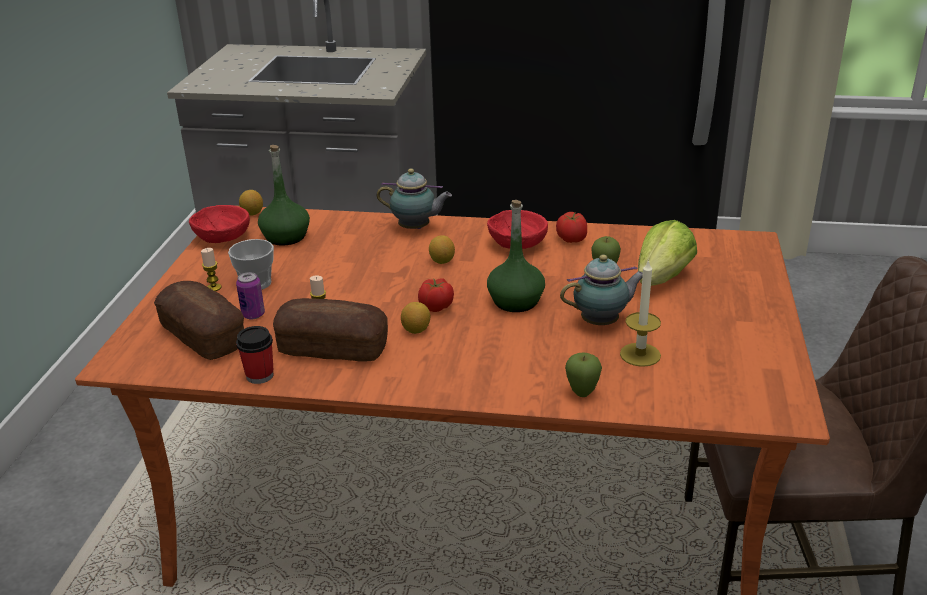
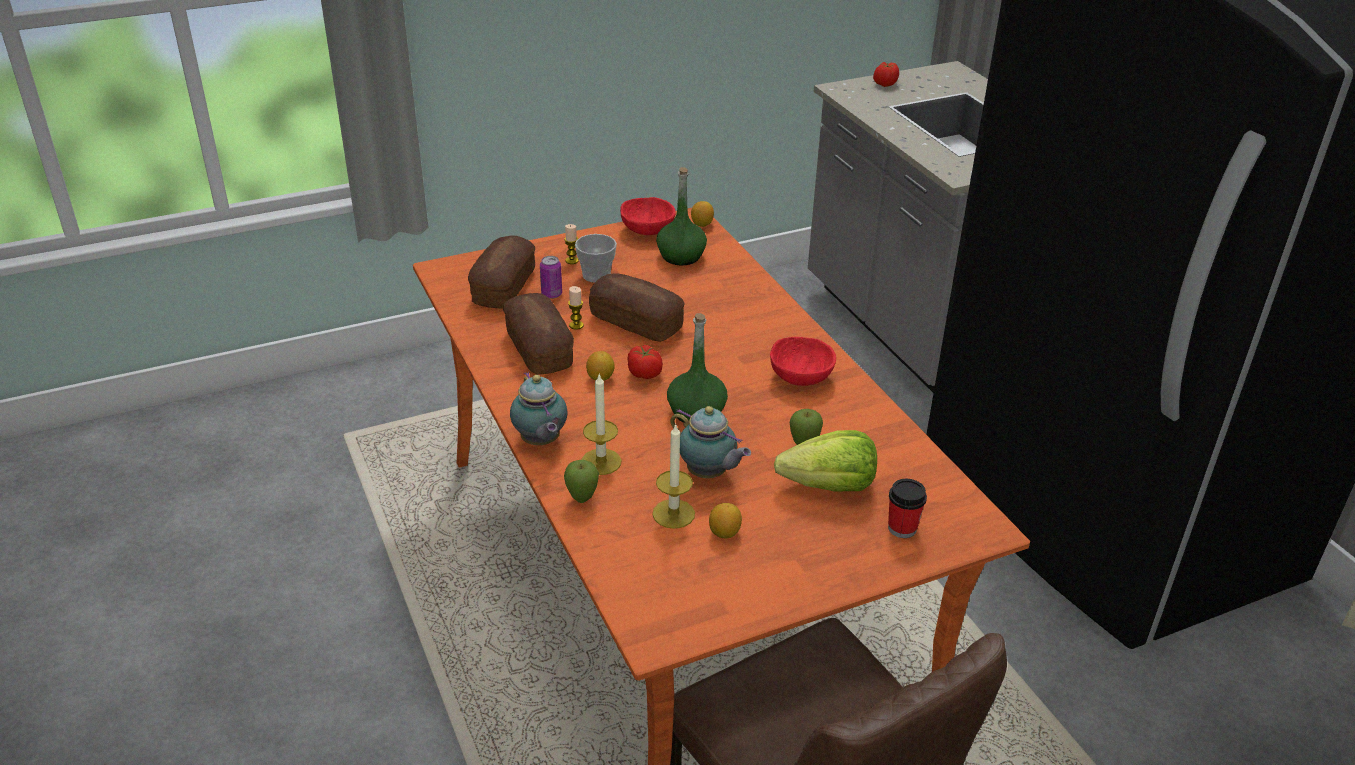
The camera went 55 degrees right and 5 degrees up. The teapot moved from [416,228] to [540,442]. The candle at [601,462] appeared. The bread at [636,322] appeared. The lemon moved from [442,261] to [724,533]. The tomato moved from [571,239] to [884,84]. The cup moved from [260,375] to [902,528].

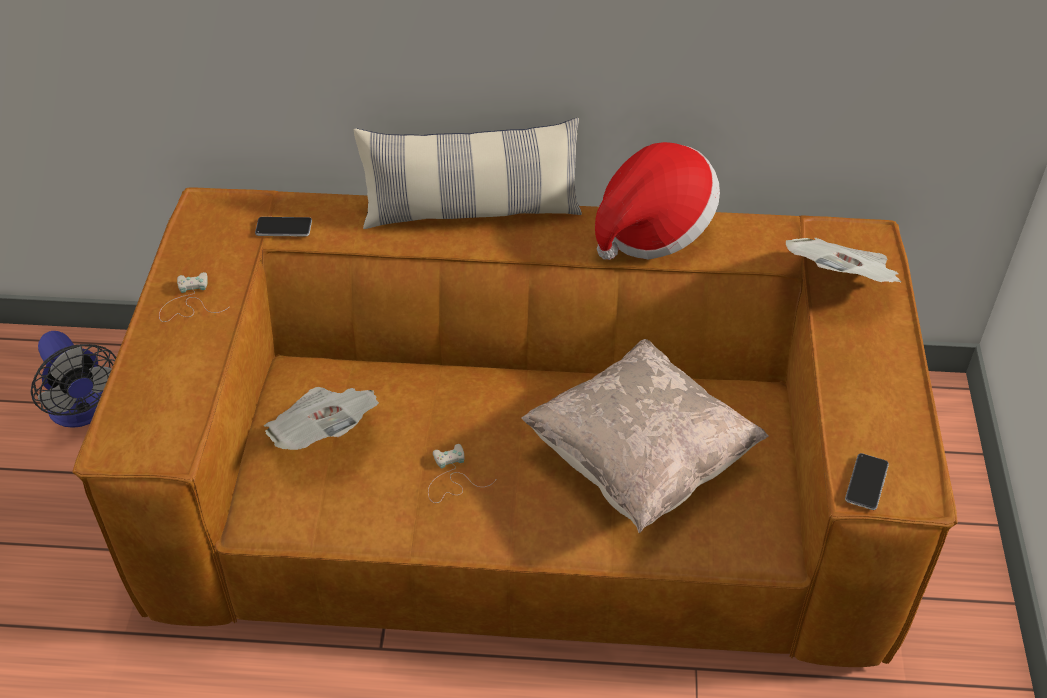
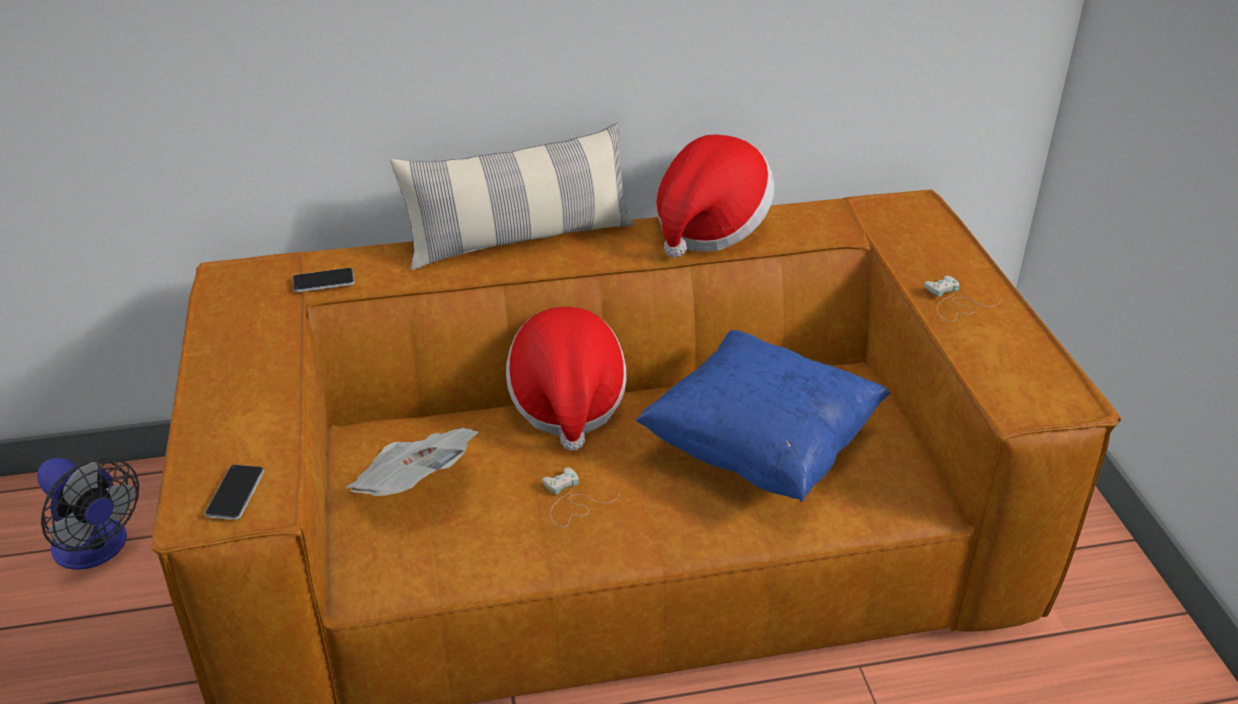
The camera went 15 degrees left and 10 degrees down. The phone moved from [866,482] to [235,493]. The hat at [567,403] appeared. The beige pillow at [640,460] became the blue pillow at [760,449]. The white game controller moved from [188,302] to [953,303]. The newspaper at [841,282] disappeared.

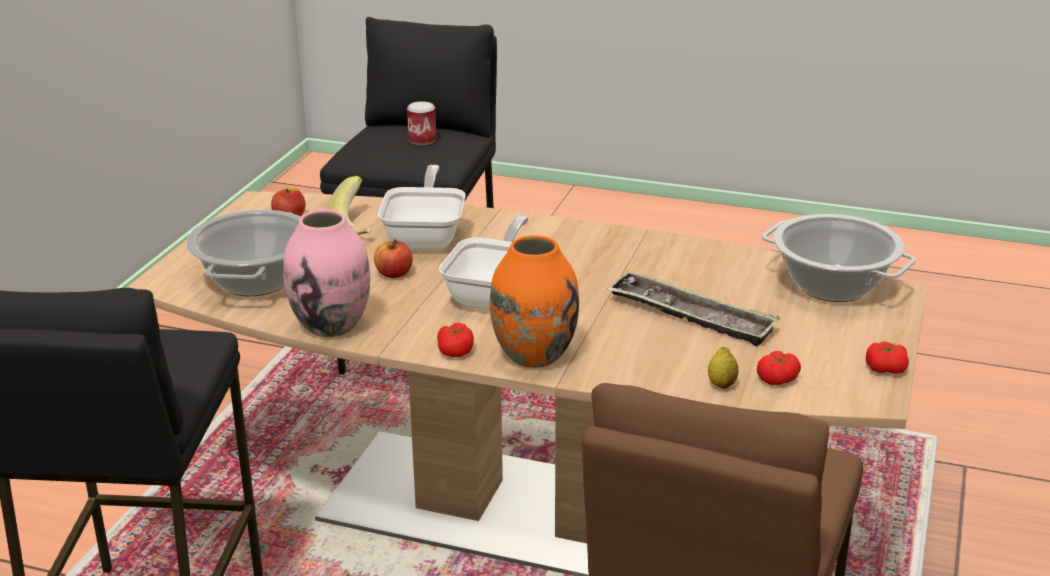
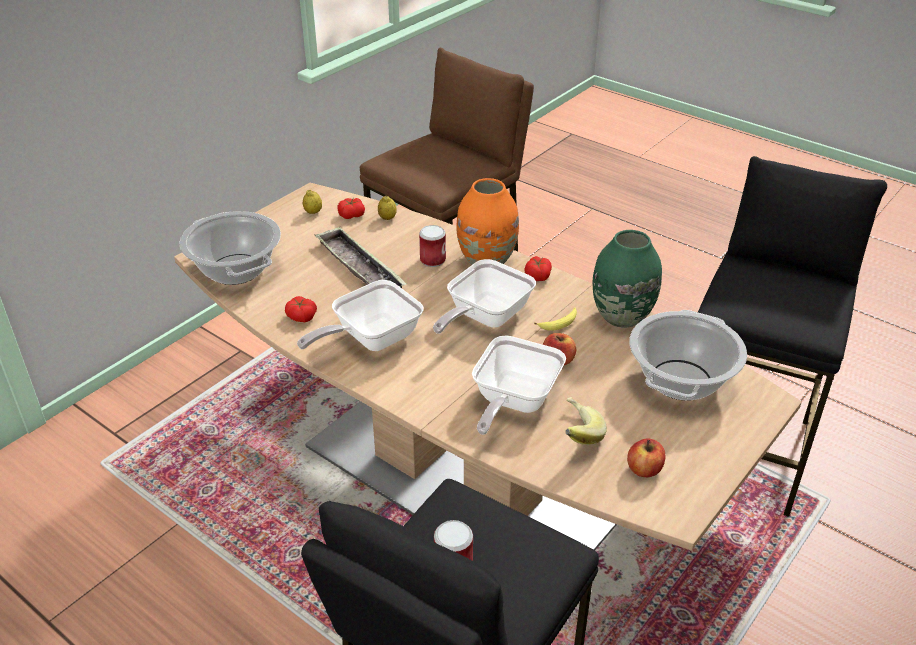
The camera went 160 degrees left and 10 degrees up. The tomato moved from [885,368] to [301,316]. The frying pan at [370,340] appeared. The lemon at [313,212] appeared. The can at [433,260] appeared. The banana at [559,323] appeared. The pink vase at [332,325] became the green vase at [621,317].

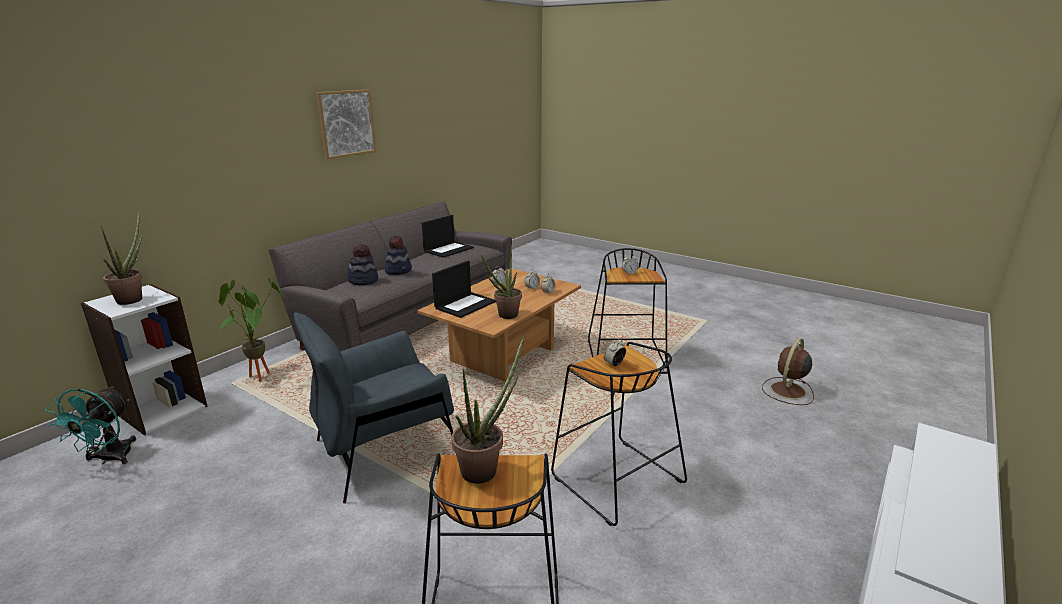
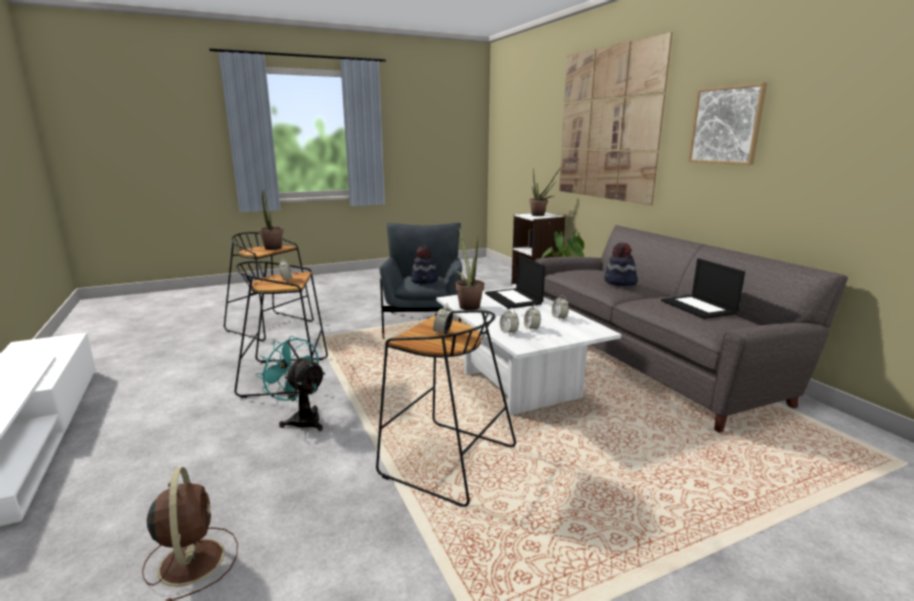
The camera went 120 degrees right and 5 degrees down. The turquoise fan moved from [109,459] to [301,419]. The hat moved from [363,280] to [425,281]. The brown coffee table at [504,357] became the white coffee table at [516,385]. The picture at [607,124] appeared.

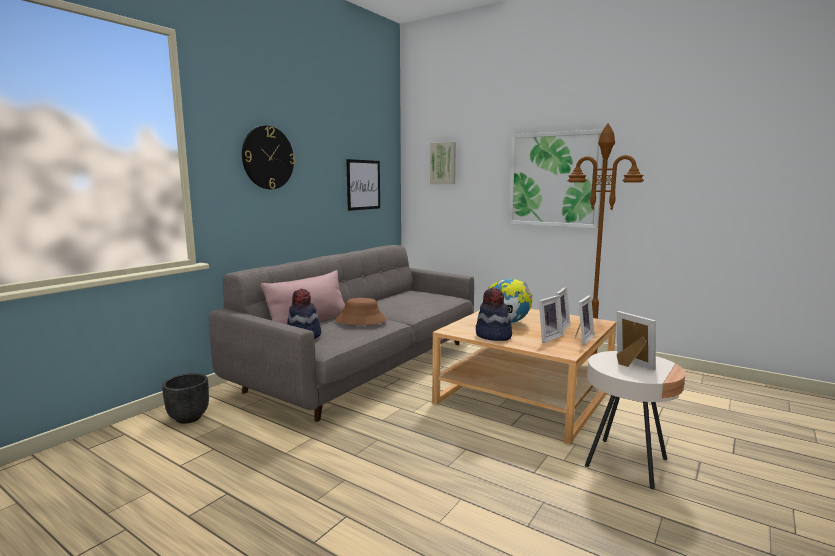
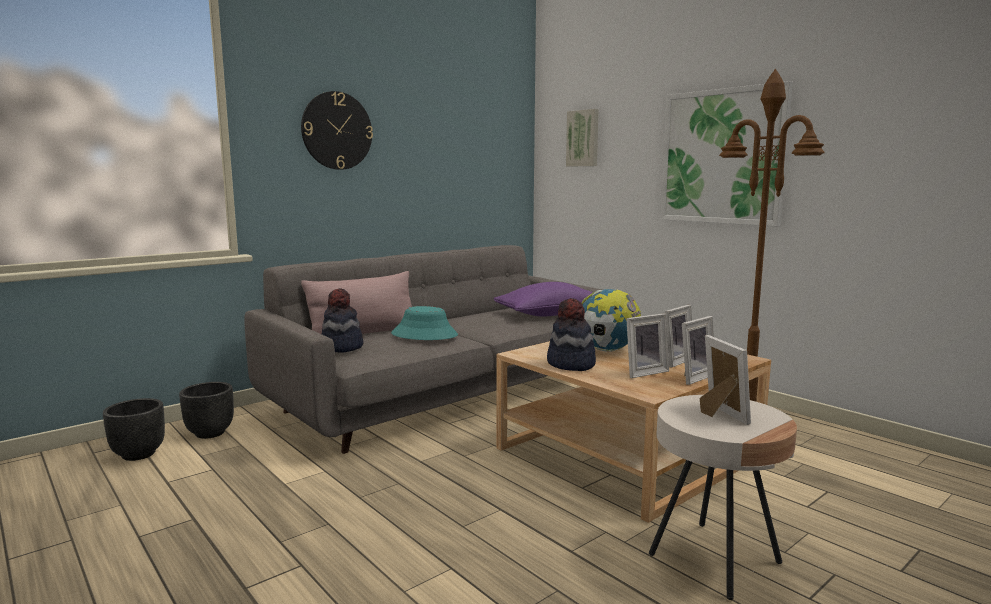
The camera went 15 degrees right and 0 degrees up. The black planter at [139,455] appeared. The brown hat at [361,320] became the turquoise hat at [424,335]. The purple pillow at [549,314] appeared. The picture at [363,185] disappeared.

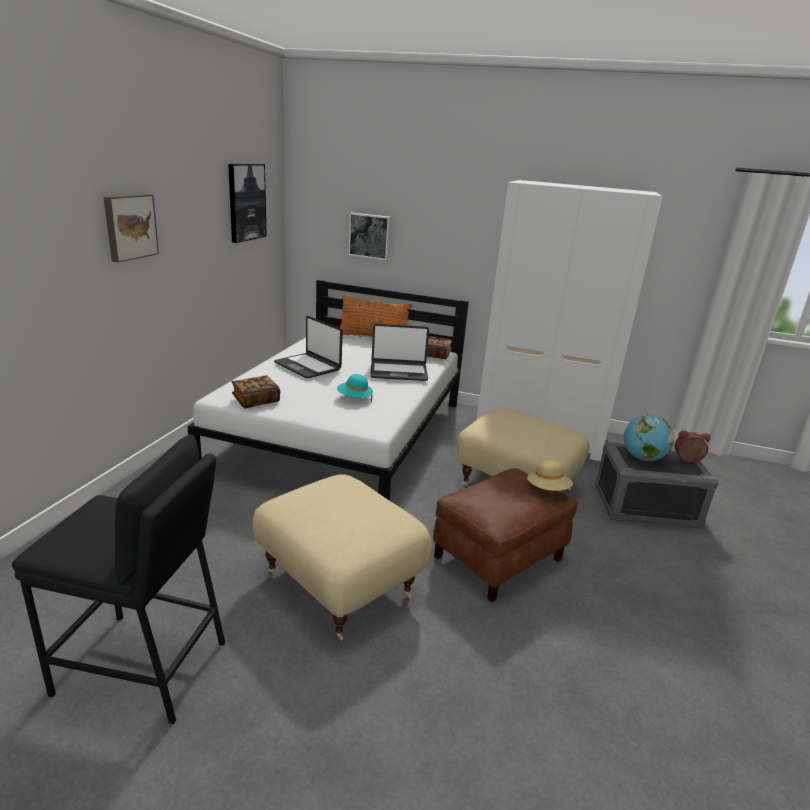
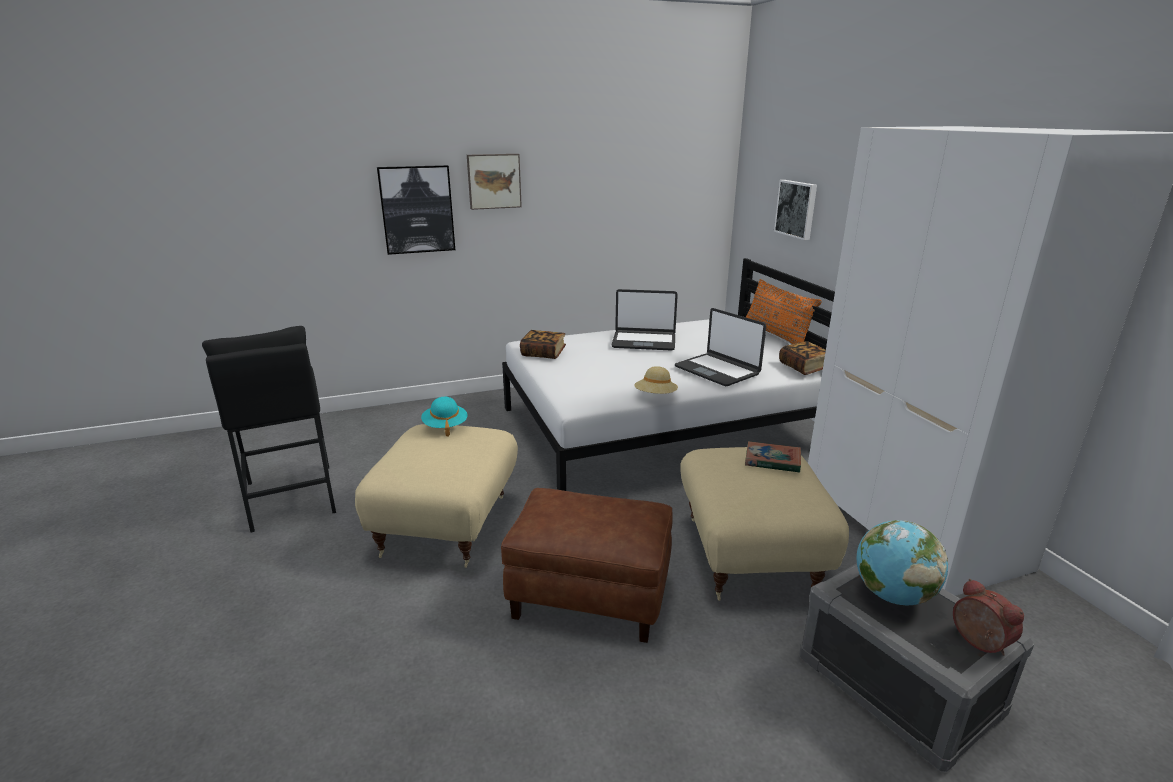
The camera went 55 degrees right and 0 degrees up. The picture moved from [246,202] to [417,209]. The turquoise hat moved from [354,398] to [445,426]. The laptop at [308,366] turned 90 degrees counterclockwise. The beige hat moved from [548,490] to [655,396]. The book at [772,461] appeared.

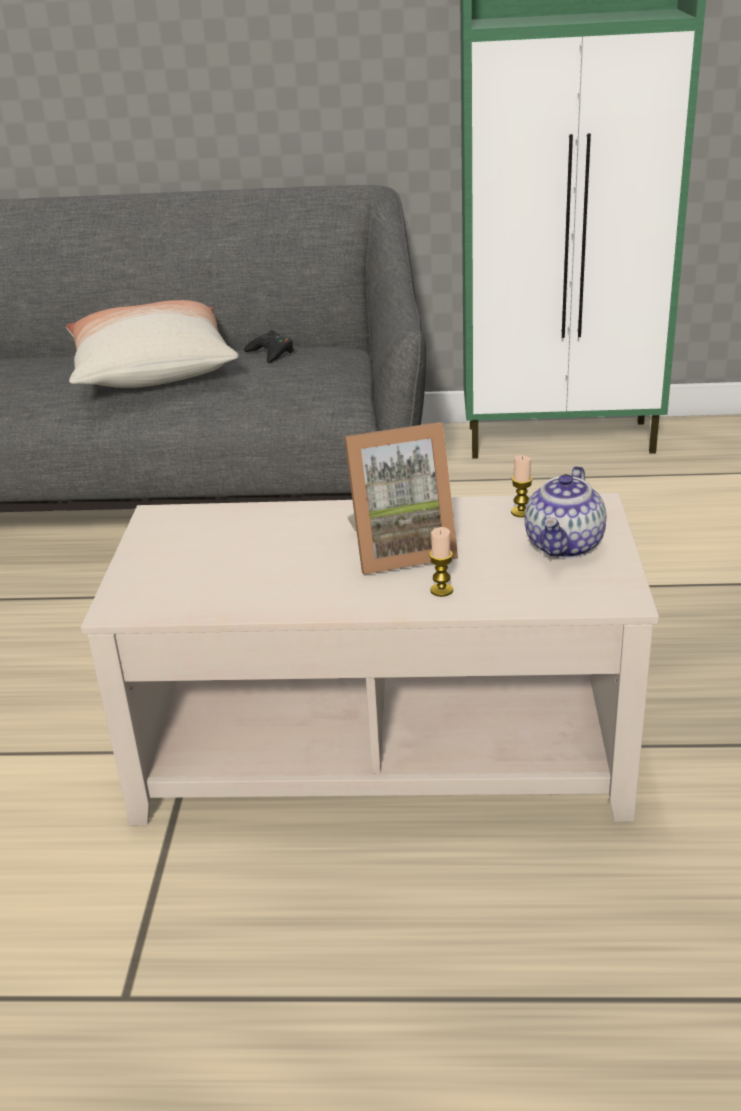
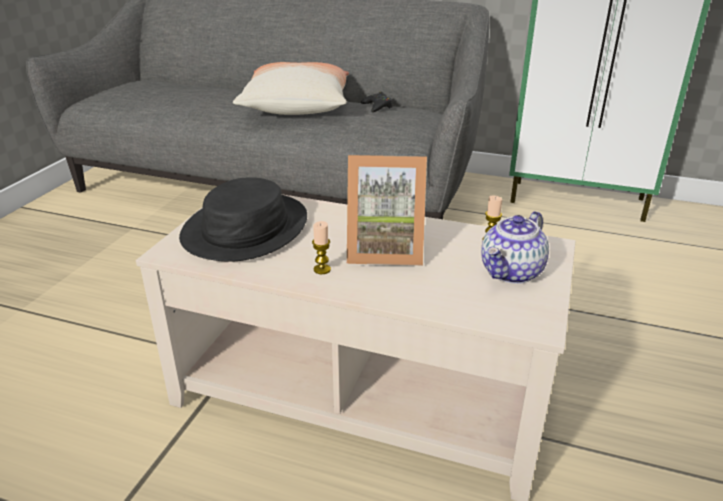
The camera went 15 degrees right and 0 degrees up. The black hat at [246,228] appeared. The candle moved from [441,590] to [322,269].

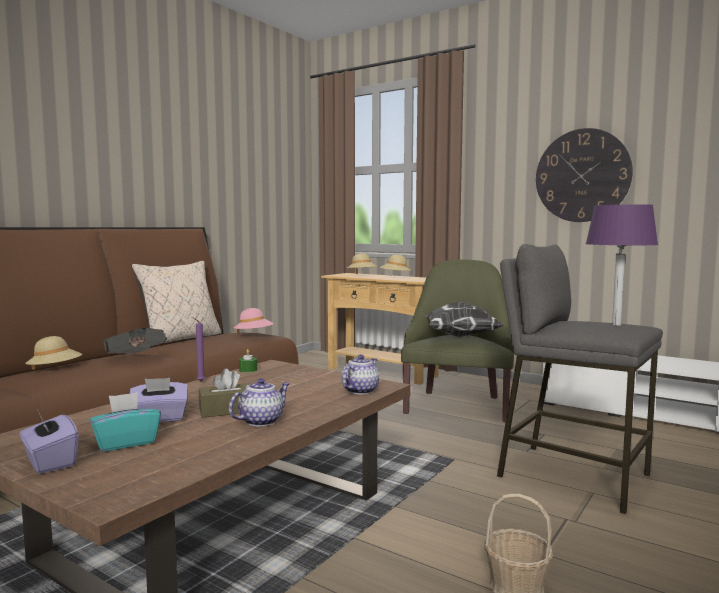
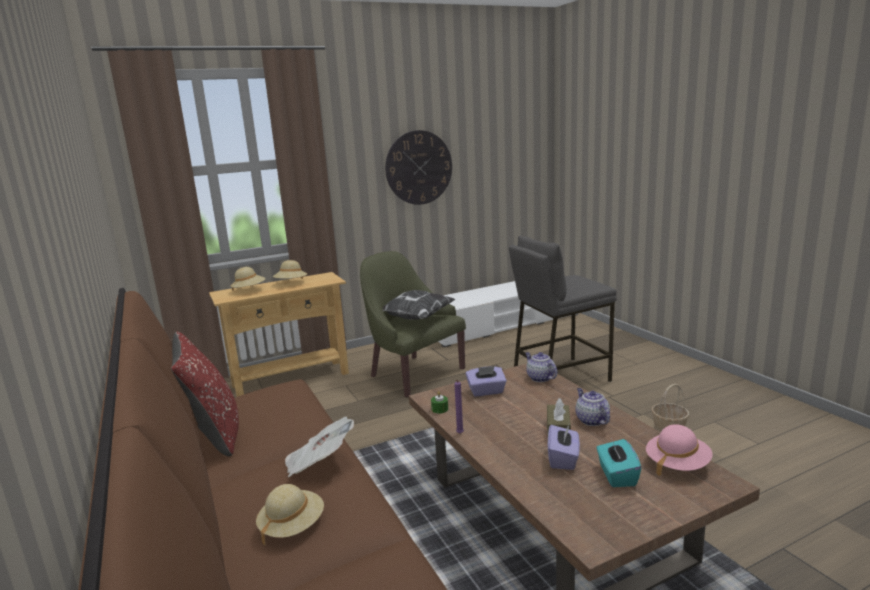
The camera went 60 degrees left and 10 degrees up. The beige pillow at [181,339] became the red pillow at [213,435]. The purple tissue box moved from [50,462] to [486,391]. The pink hat moved from [254,335] to [677,464]. The purple table lamp at [616,325] disappeared.

